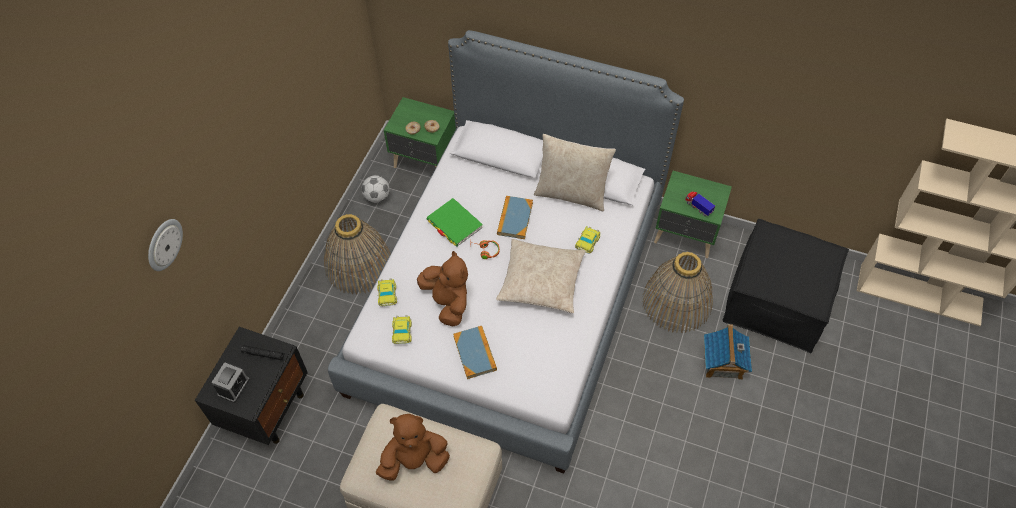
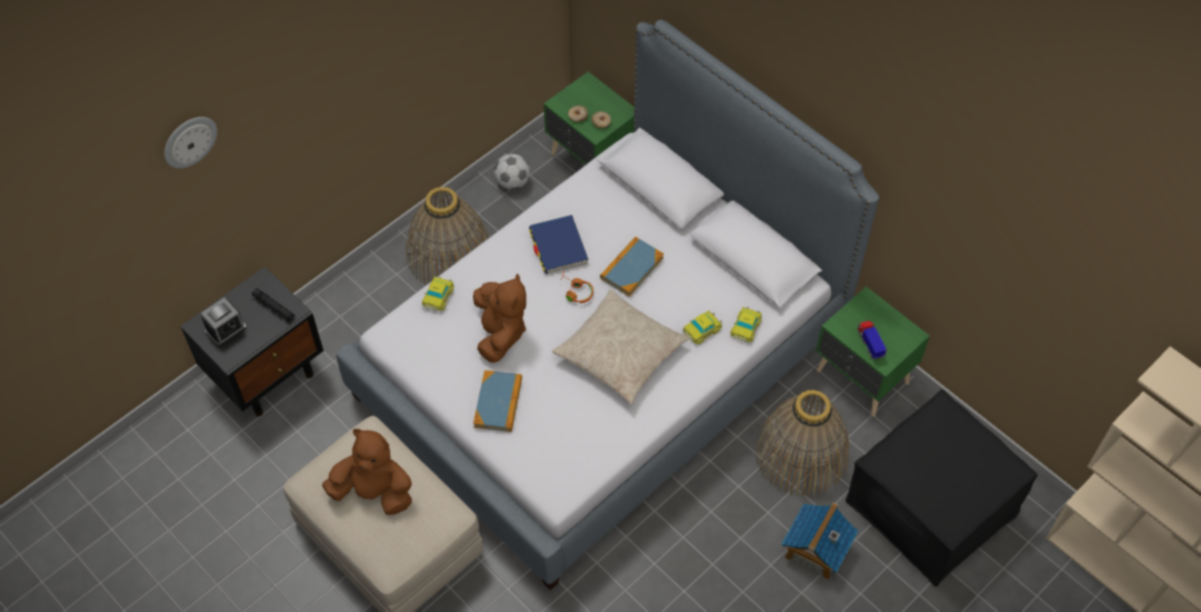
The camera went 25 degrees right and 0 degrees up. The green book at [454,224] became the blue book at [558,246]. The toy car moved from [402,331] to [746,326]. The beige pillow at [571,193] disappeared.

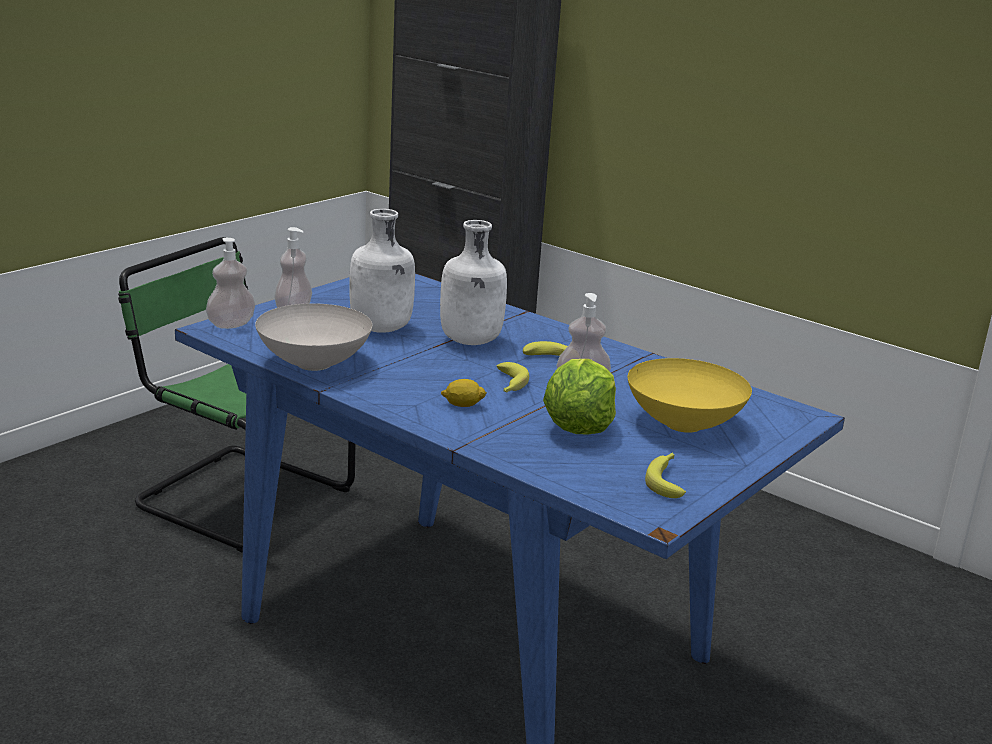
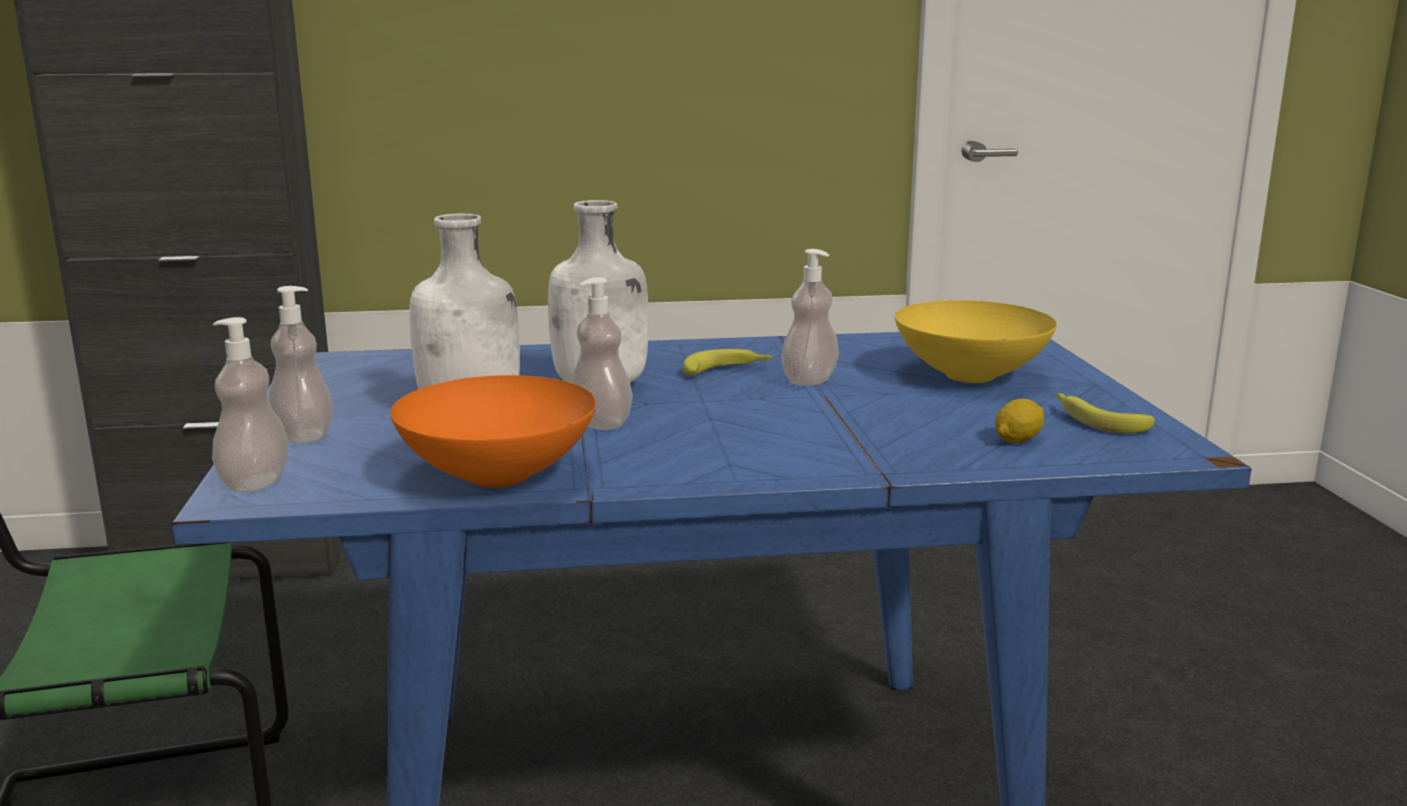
The camera went 45 degrees left and 5 degrees down. The white bowl at [312,363] became the orange bowl at [494,476]. The soap dispenser at [601,423] appeared. The lemon moved from [463,405] to [1017,440]. The banana at [509,385] disappeared. The lettuce at [578,426] disappeared.

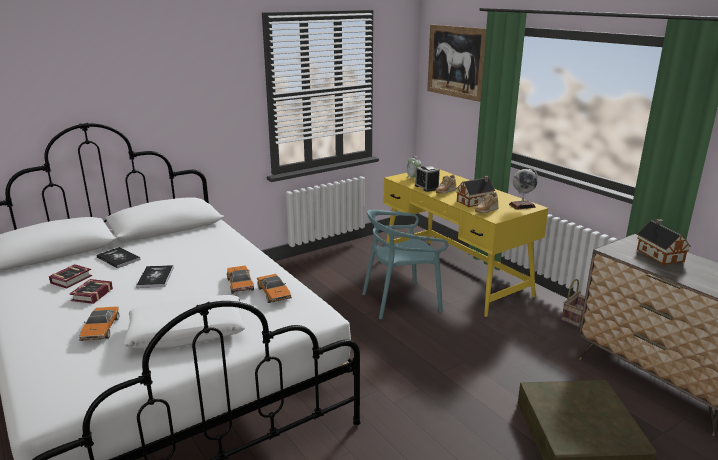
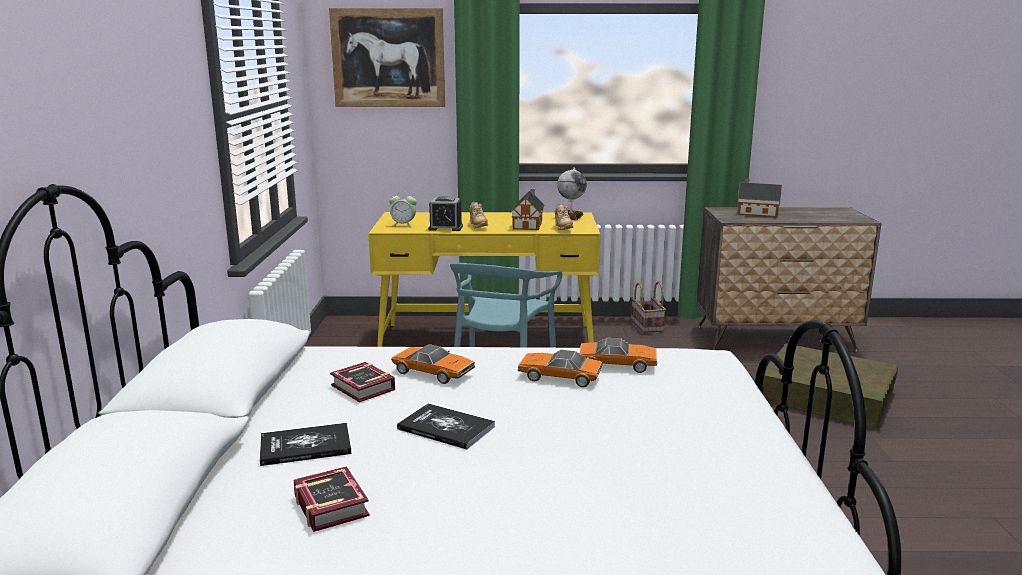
The camera went 55 degrees left and 5 degrees down. The book moved from [90,295] to [363,389]. The toy car moved from [101,329] to [433,372]. The white pillow at [187,332] disappeared.

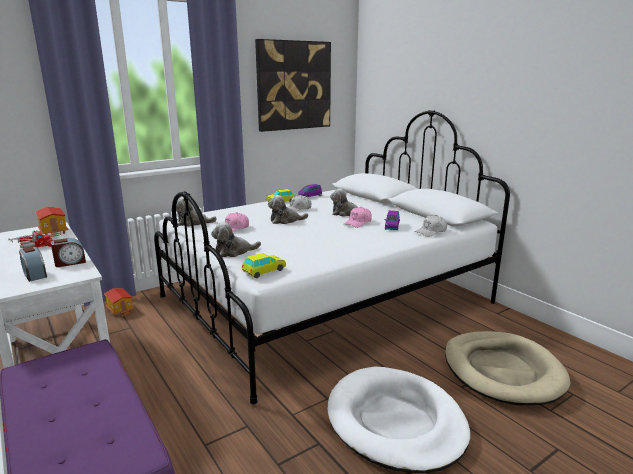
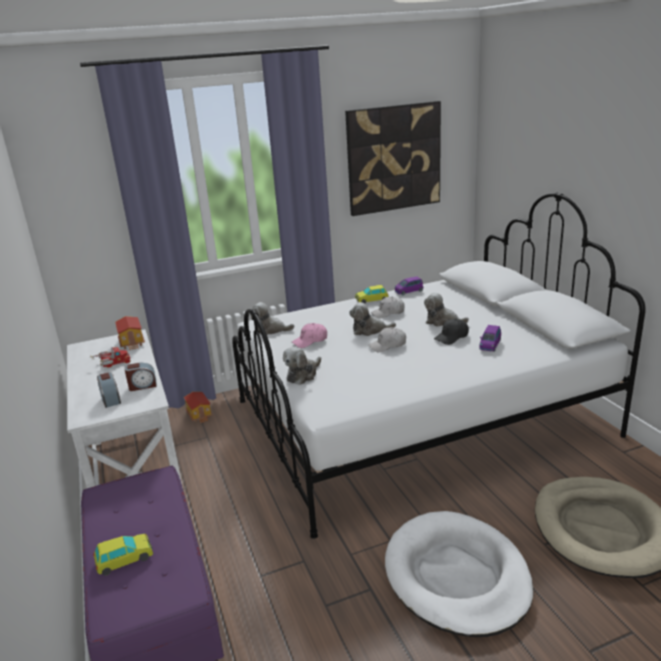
The camera went 15 degrees right and 5 degrees up. The toy car moved from [264,271] to [125,559]. The plush toy at [234,252] turned 45 degrees counterclockwise. The white cap moved from [431,232] to [388,345]. The pink cap at [358,223] became the black cap at [452,337].

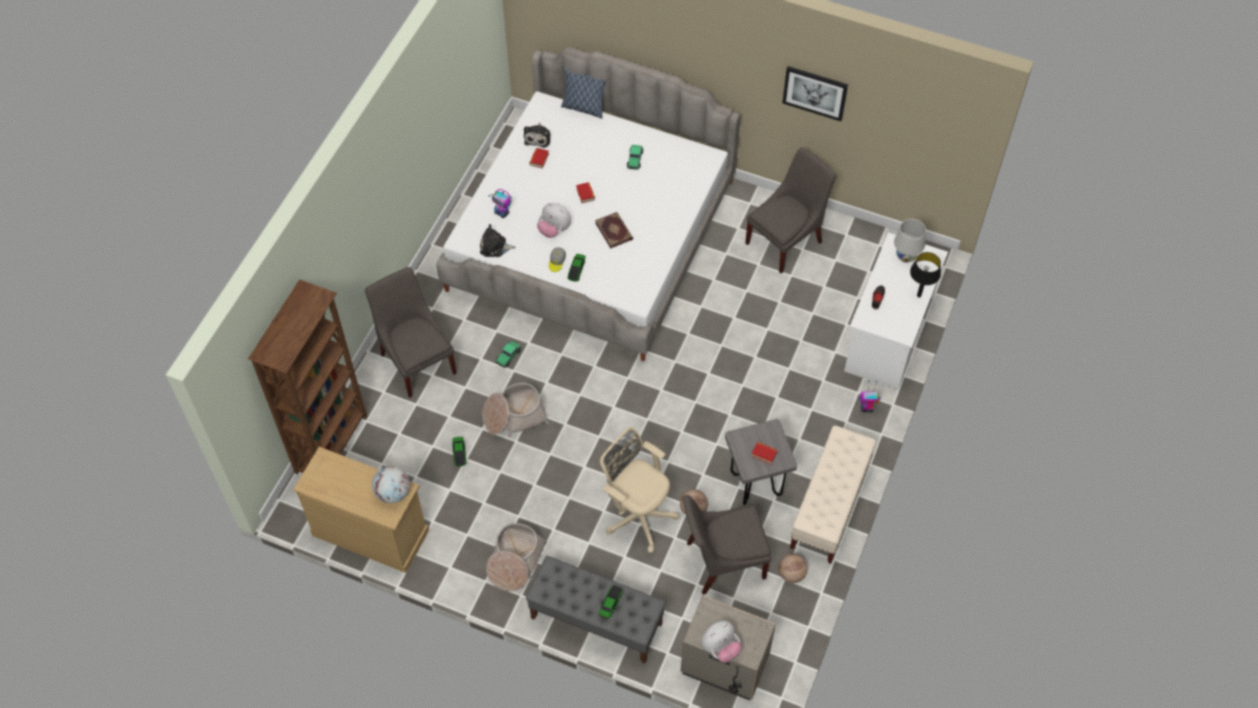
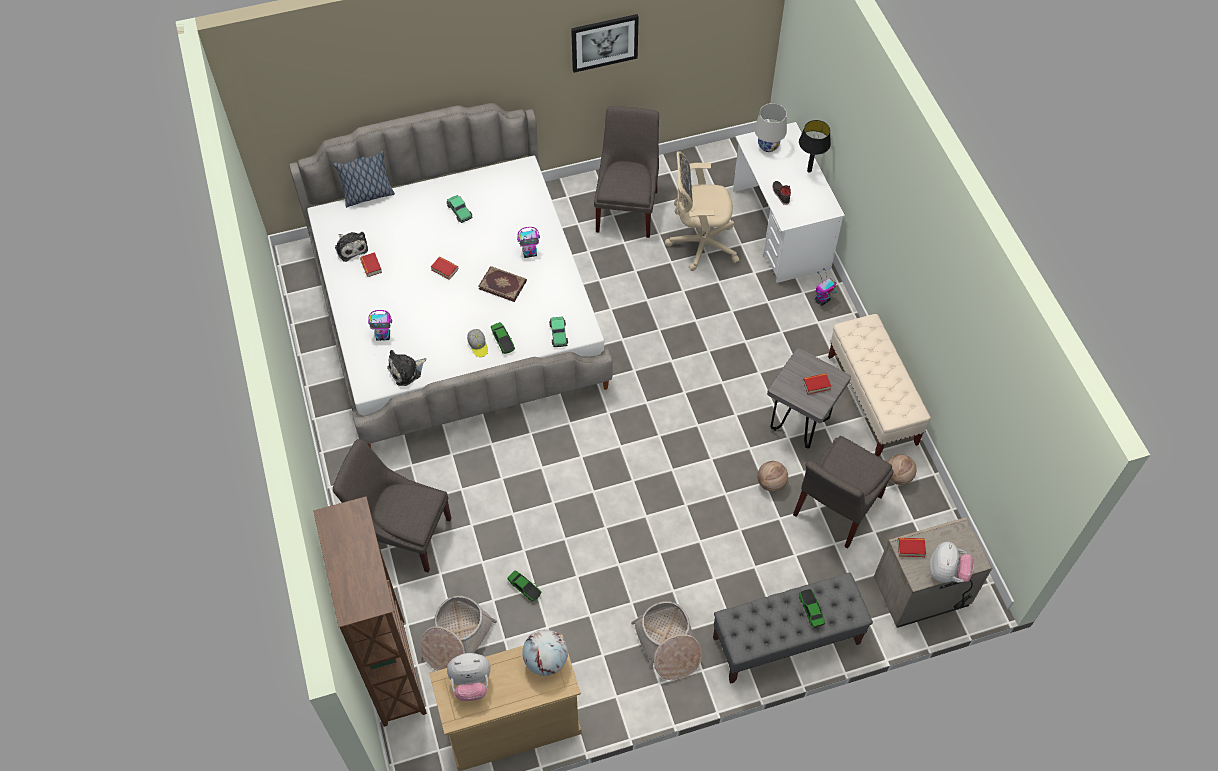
The camera went 40 degrees left and 0 degrees up. The basket moved from [514,416] to [456,638]. The plush toy moved from [554,230] to [471,683]. The toy robot at [530,253] appeared. The toy car moved from [508,356] to [558,334]. The beige office chair moved from [637,514] to [699,244]. The book at [911,548] appeared.

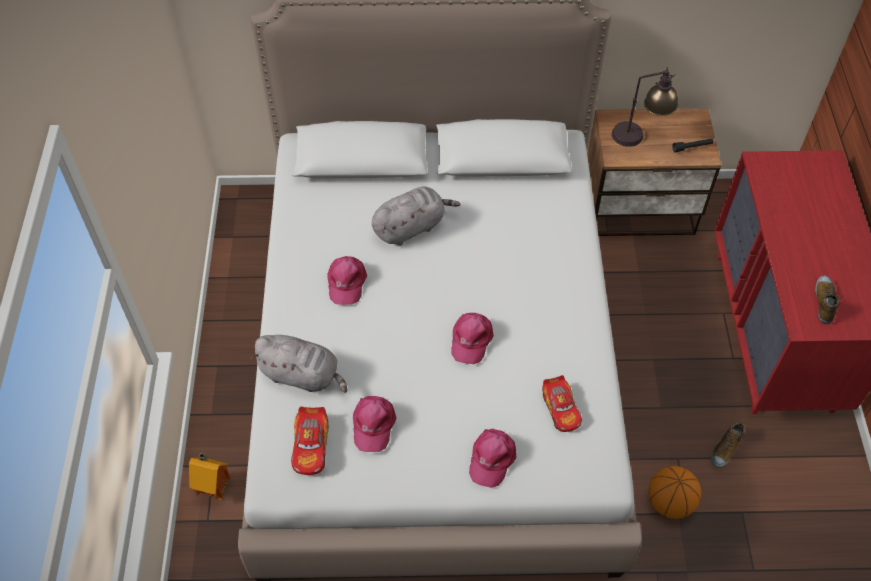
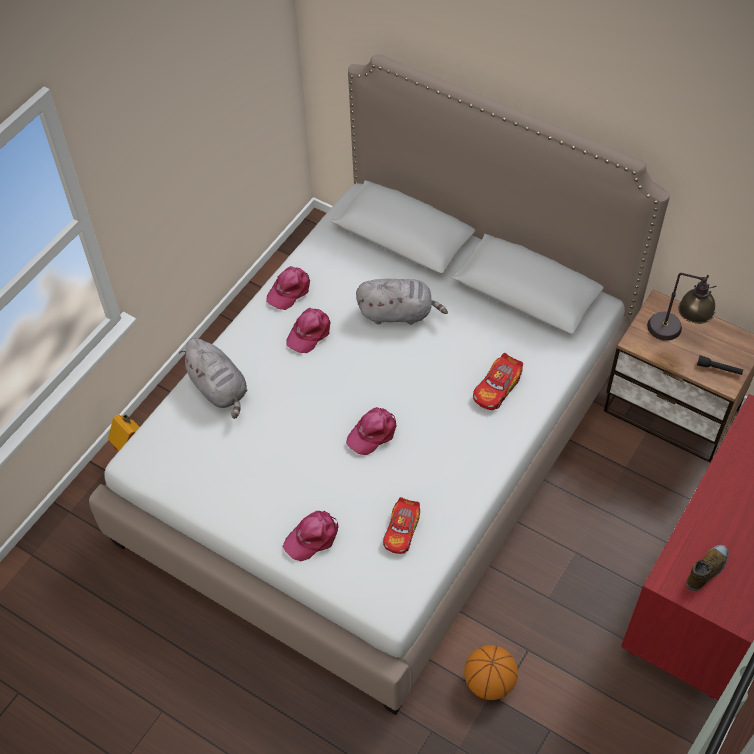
The camera went 35 degrees right and 0 degrees up. The pink cap moved from [373,424] to [289,290]. The toy car moved from [311,446] to [497,388]. The shoe at [725,448] disappeared.

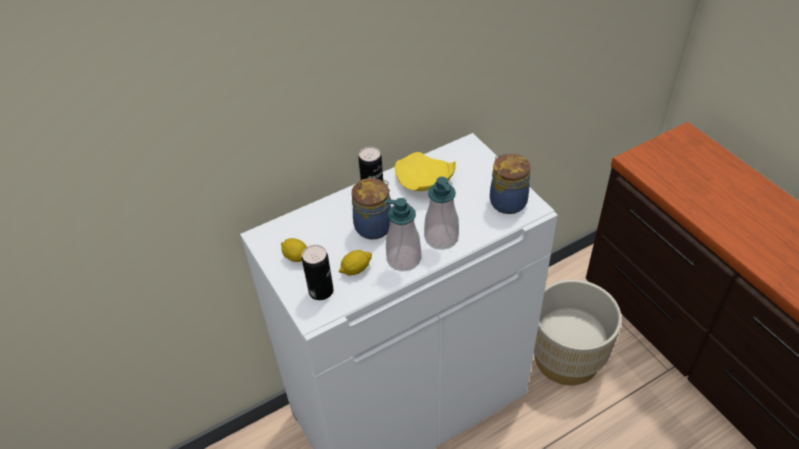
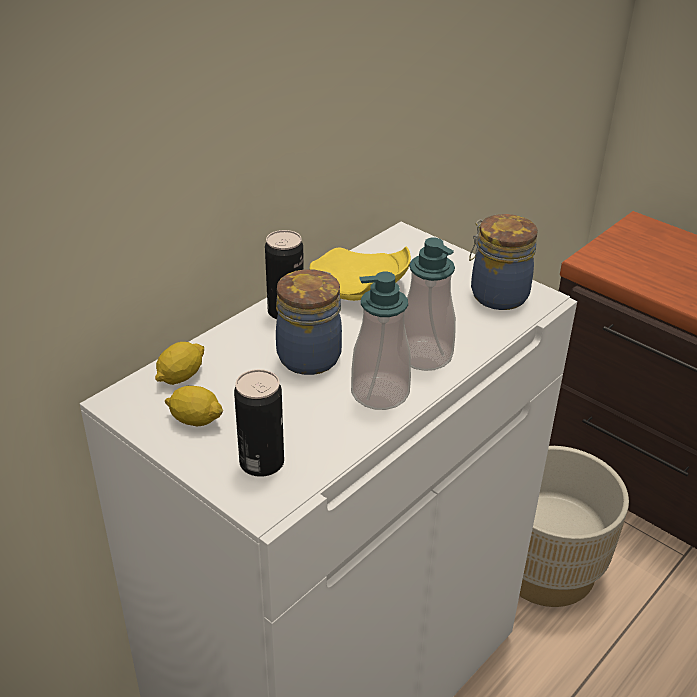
The camera went 20 degrees left and 10 degrees down. The lemon moved from [356,269] to [181,376].

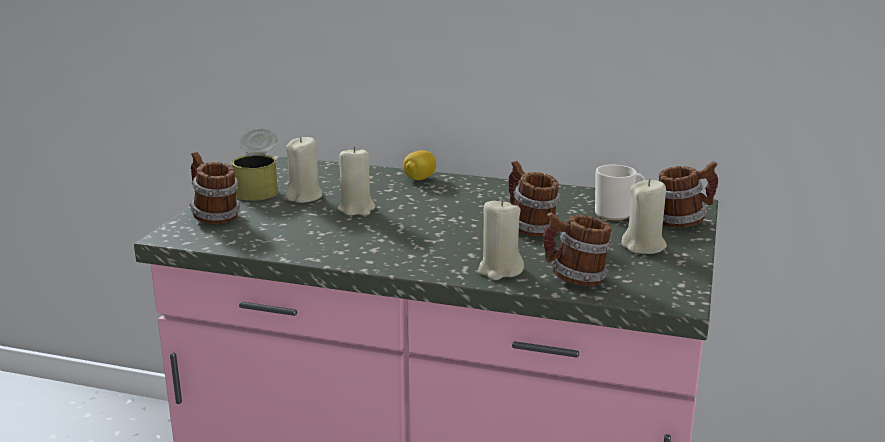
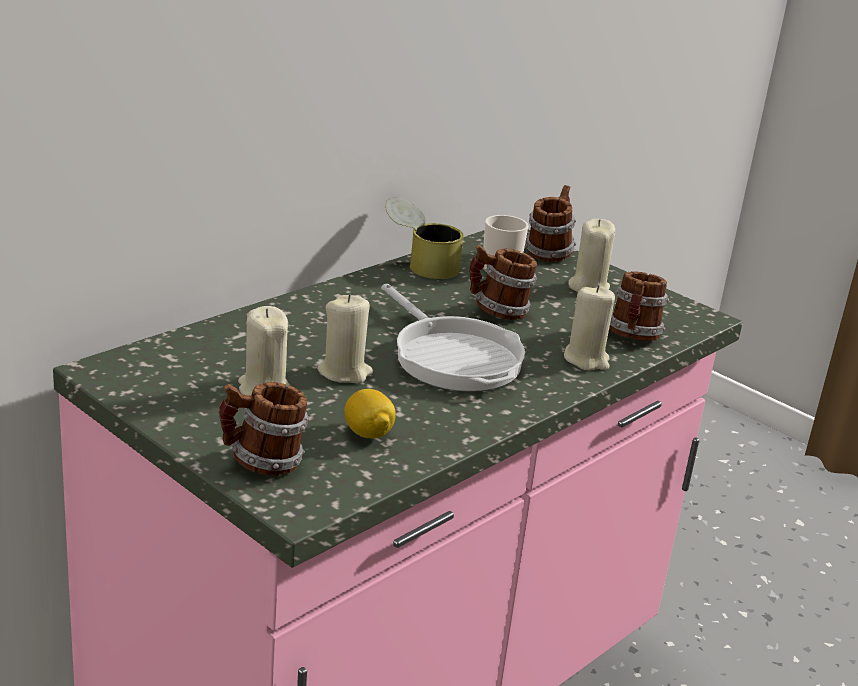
The camera went 65 degrees left and 5 degrees up. The lemon moved from [419,179] to [368,433]. The frying pan at [453,357] appeared. The can moved from [258,188] to [420,264].

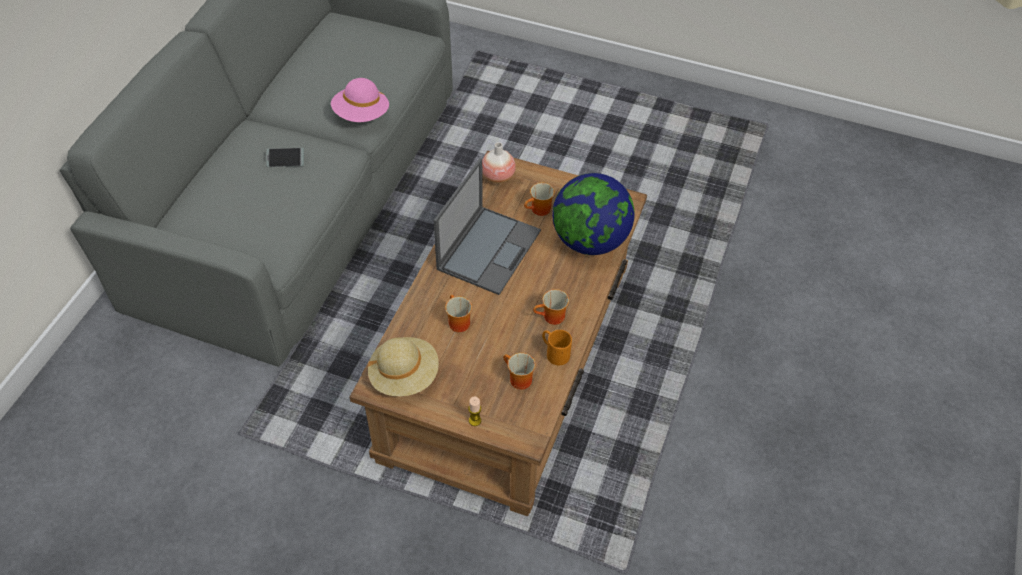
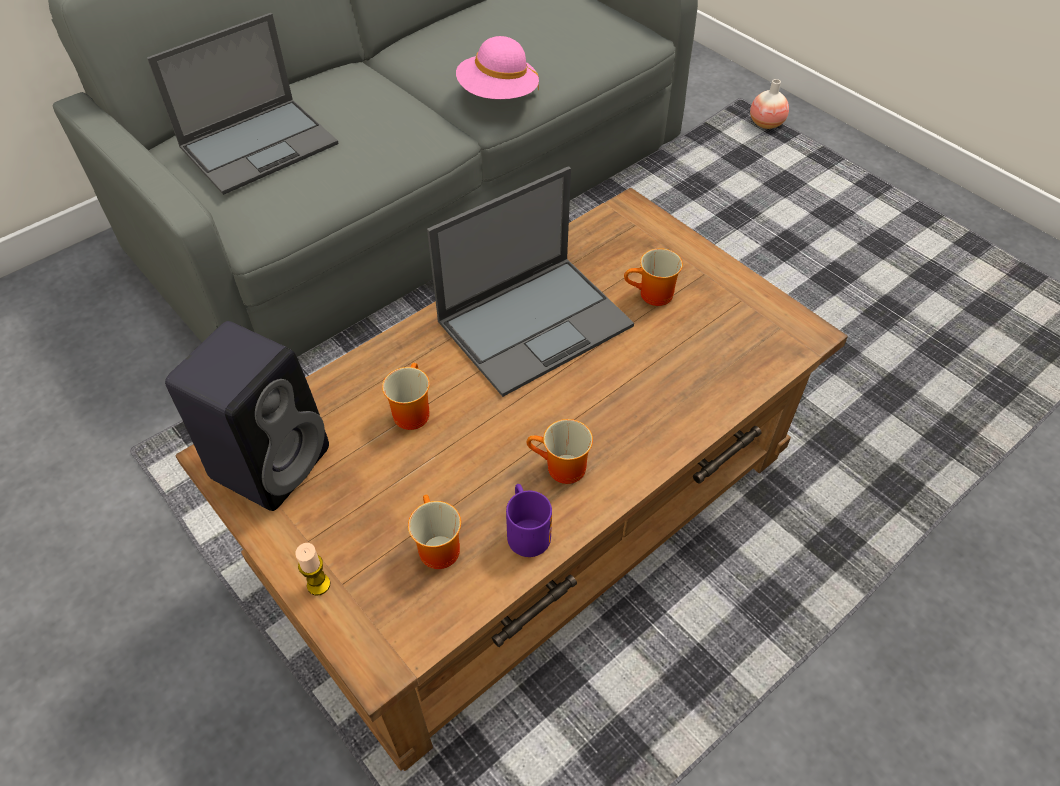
The camera went 30 degrees right and 0 degrees up. The laptop at [260,144] appeared. The beige hat at [404,376] was replaced by the black speaker at [272,460]. The orange mug at [554,353] became the purple mug at [525,529]. The vase moved from [498,177] to [766,124]. The phone at [285,160] disappeared. The globe at [589,241] disappeared.

